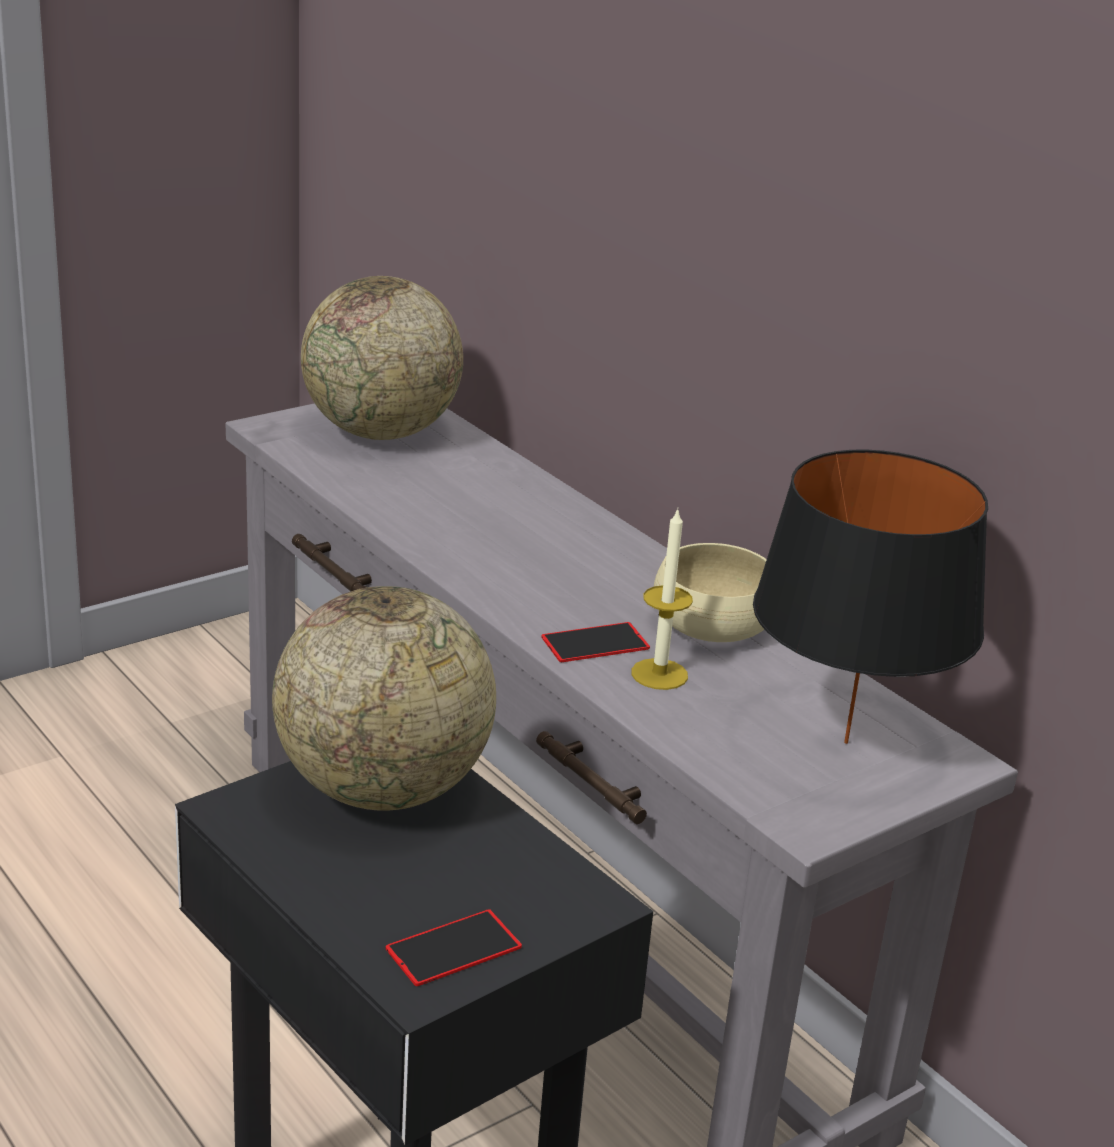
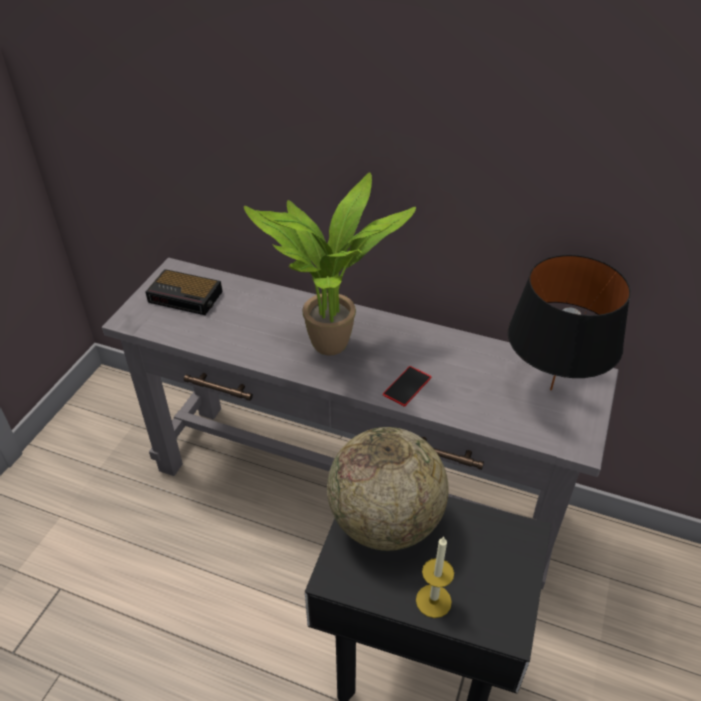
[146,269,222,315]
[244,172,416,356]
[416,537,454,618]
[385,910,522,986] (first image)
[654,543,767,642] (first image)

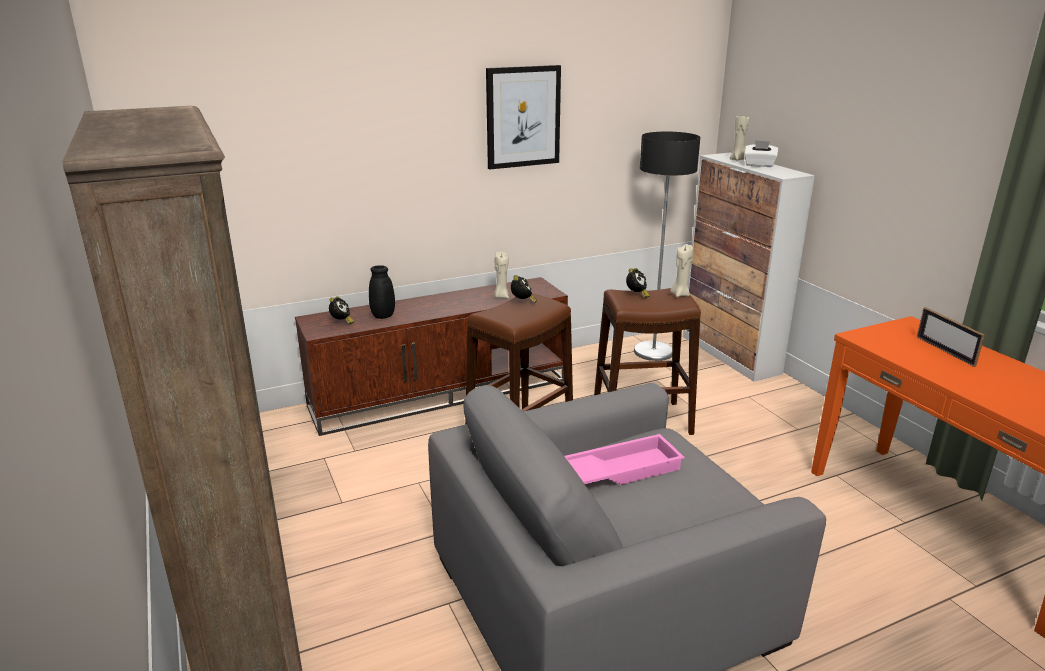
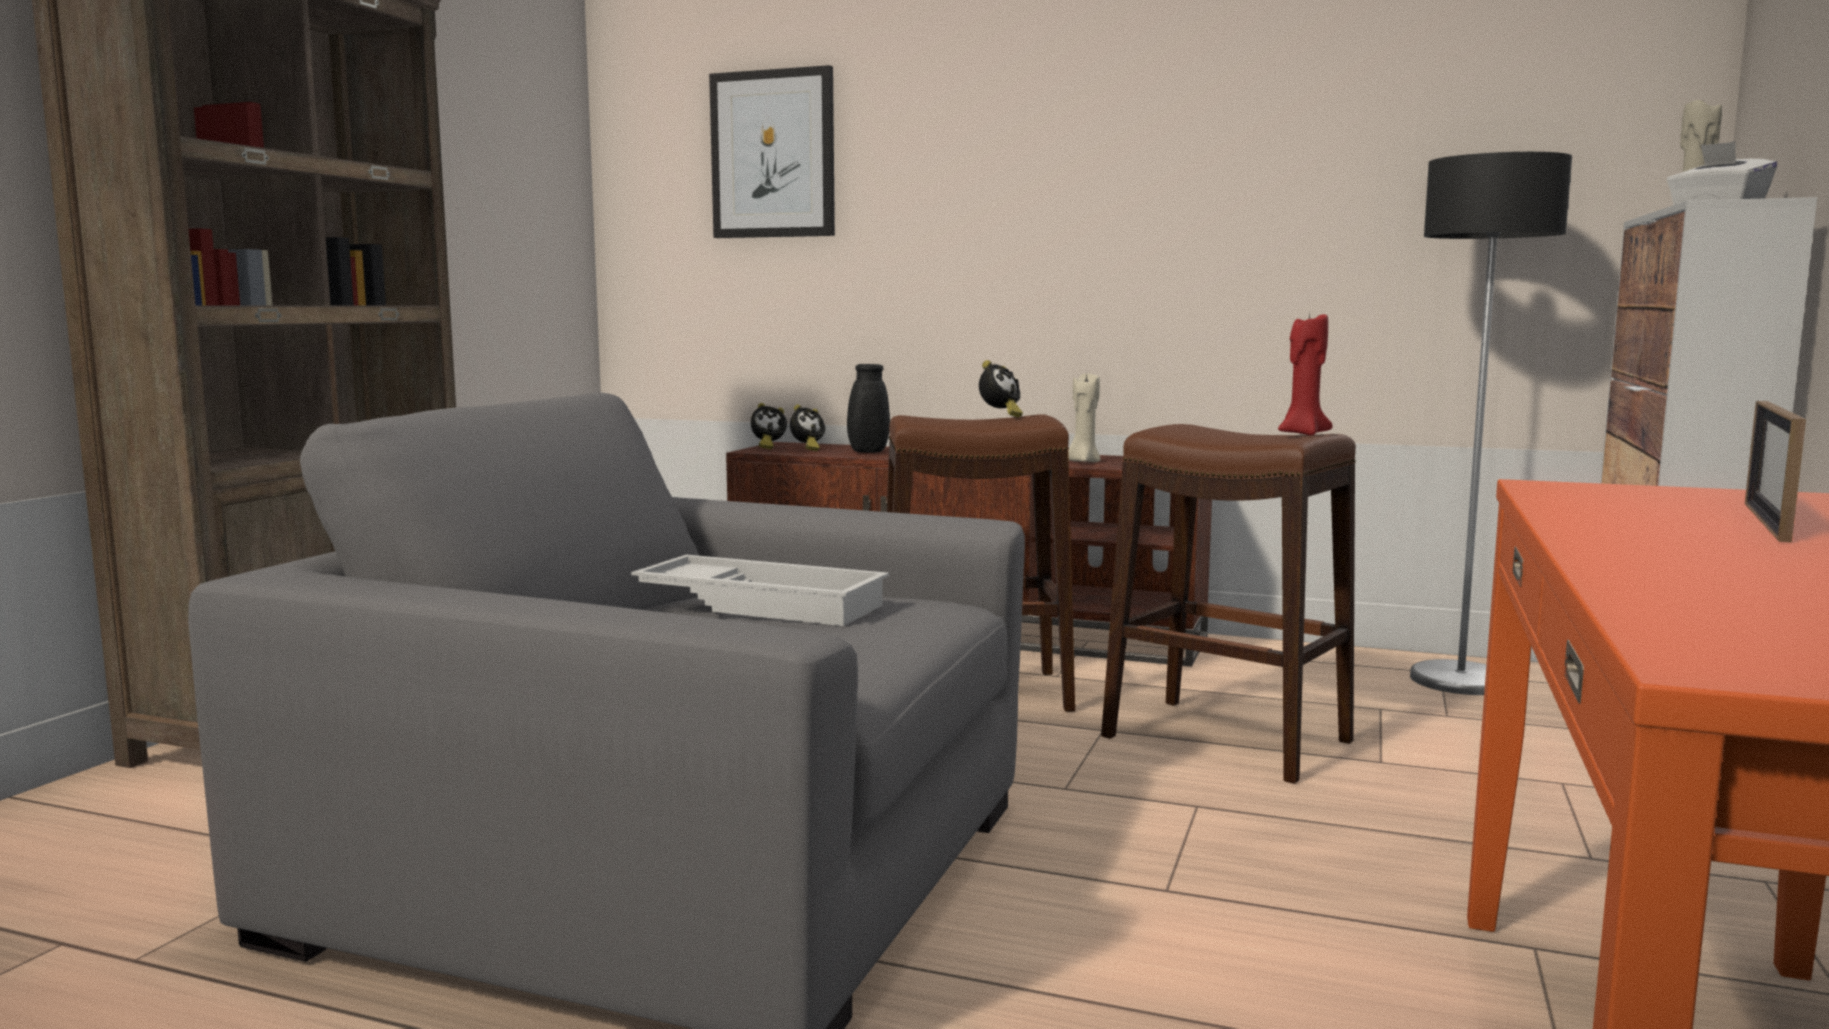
[631,555,889,626]
[709,65,835,238]
[751,403,787,449]
[1278,312,1333,436]

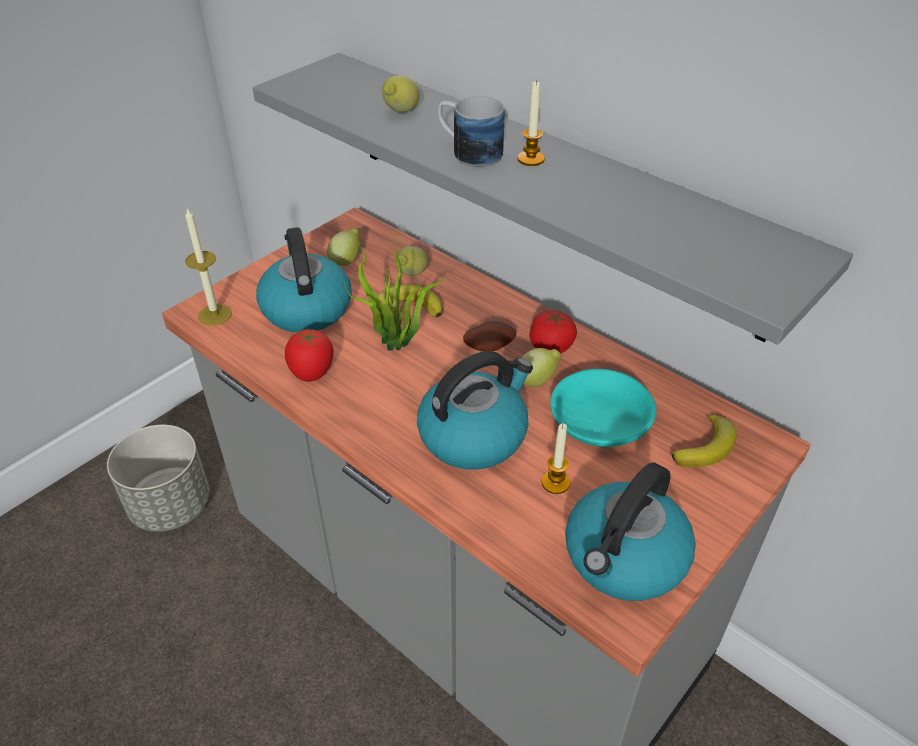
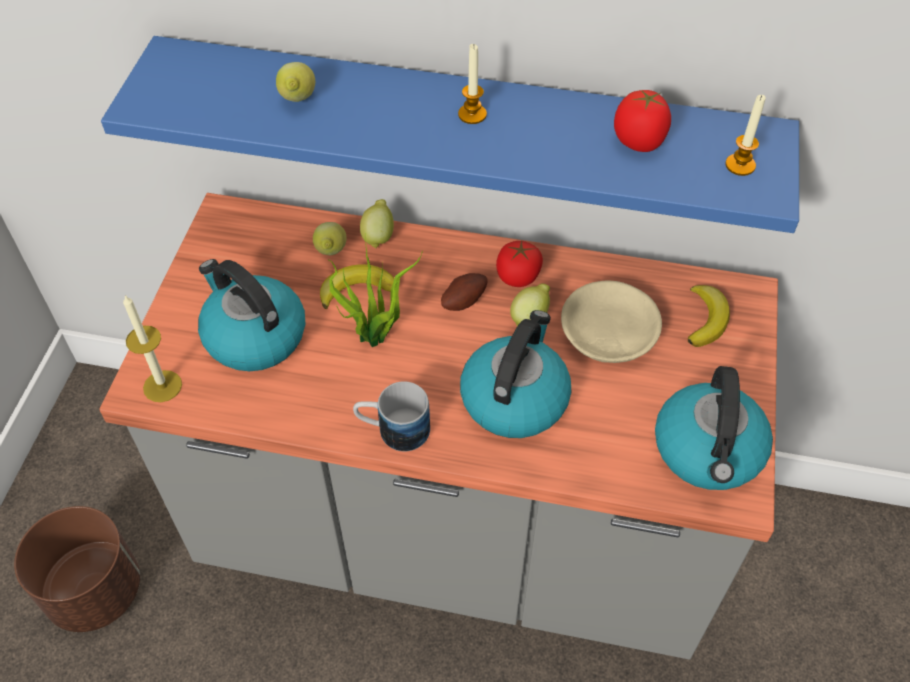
[14,506,140,632]
[101,36,799,233]
[353,381,430,452]
[360,199,394,249]
[561,281,662,363]
[614,90,671,152]
[725,95,766,176]

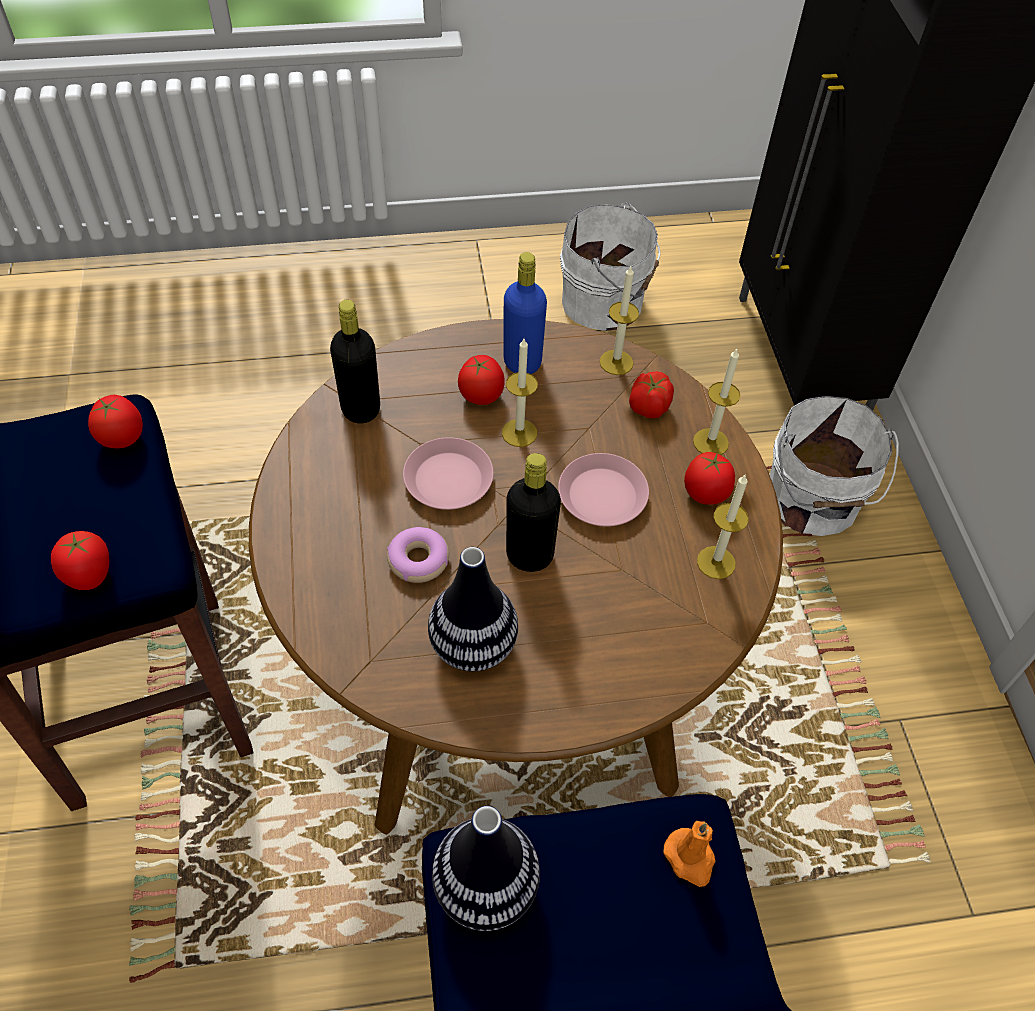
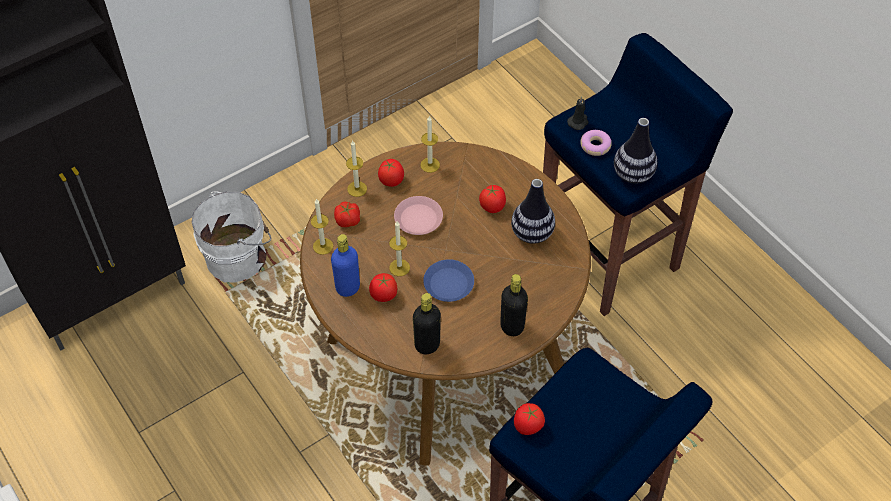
[423,259,474,302]
[479,185,506,213]
[500,274,528,336]
[567,96,589,130]
[581,130,612,156]
[560,202,661,331] (first image)

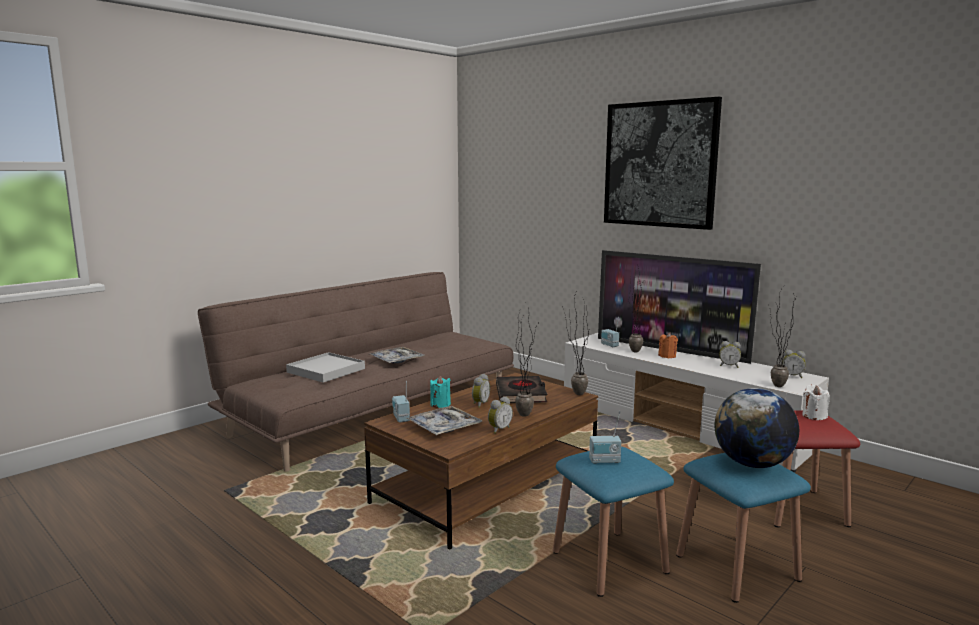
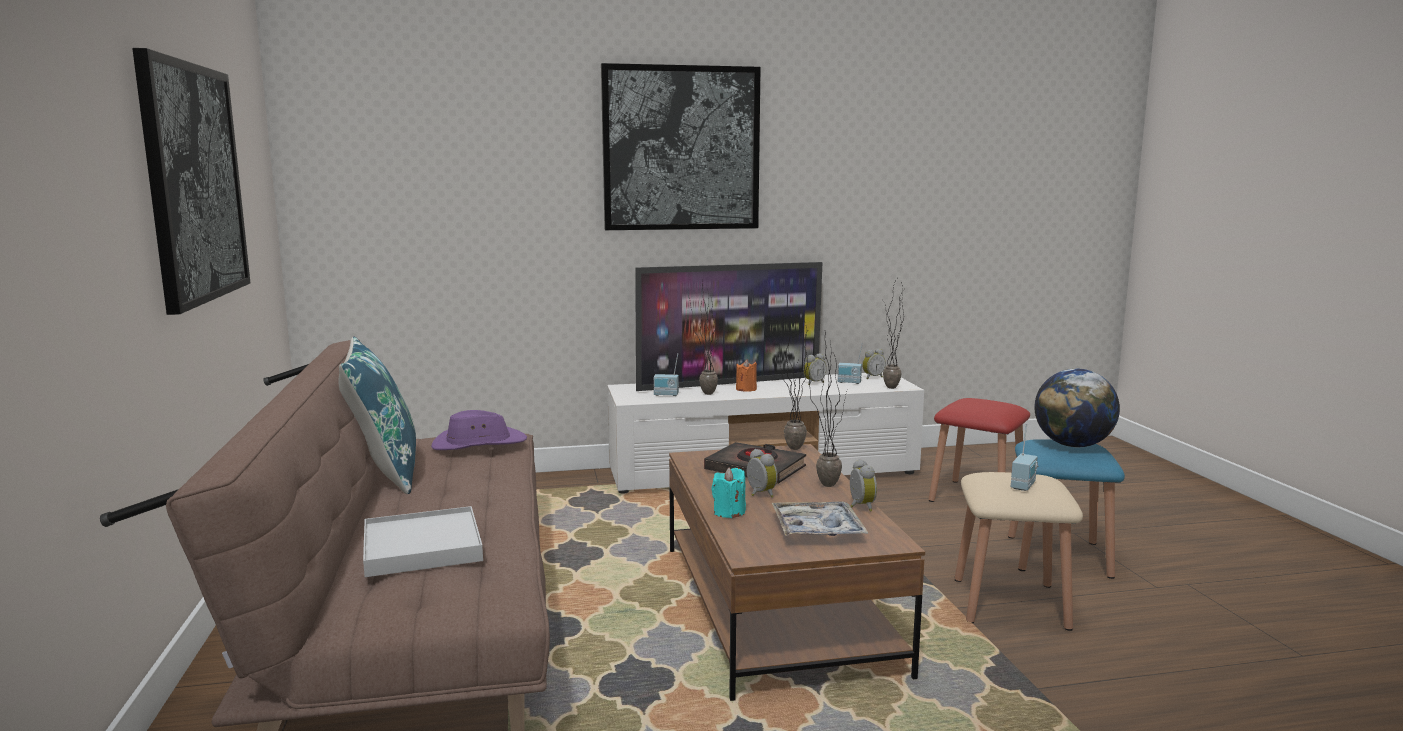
[132,48,251,315]
[339,337,416,494]
[431,410,527,450]
[838,343,863,384]
[955,472,1083,631]
[370,347,424,363] (first image)
[802,385,830,420] (first image)

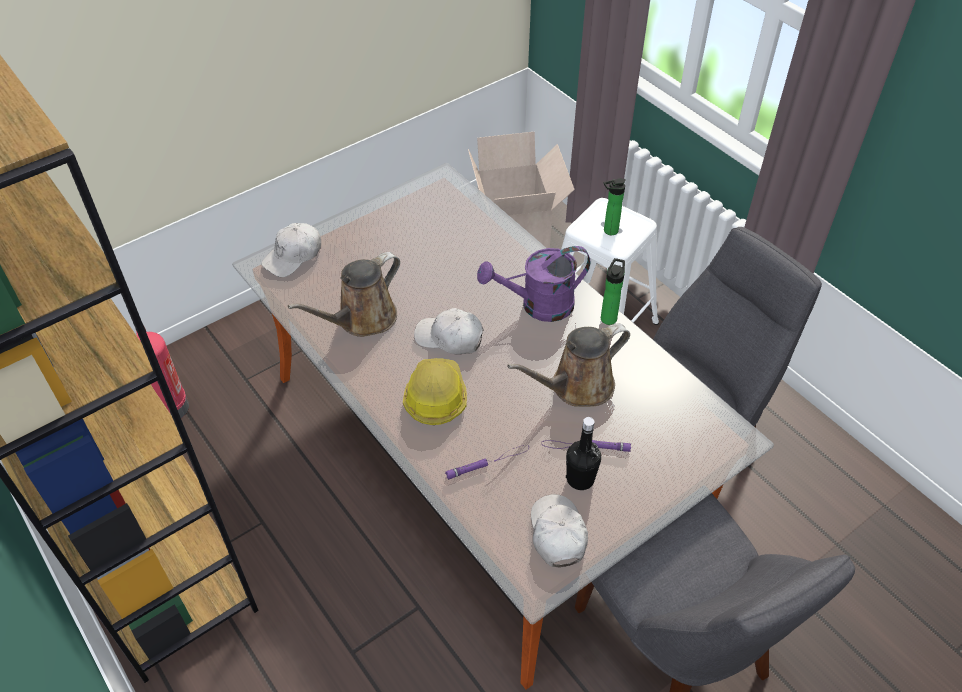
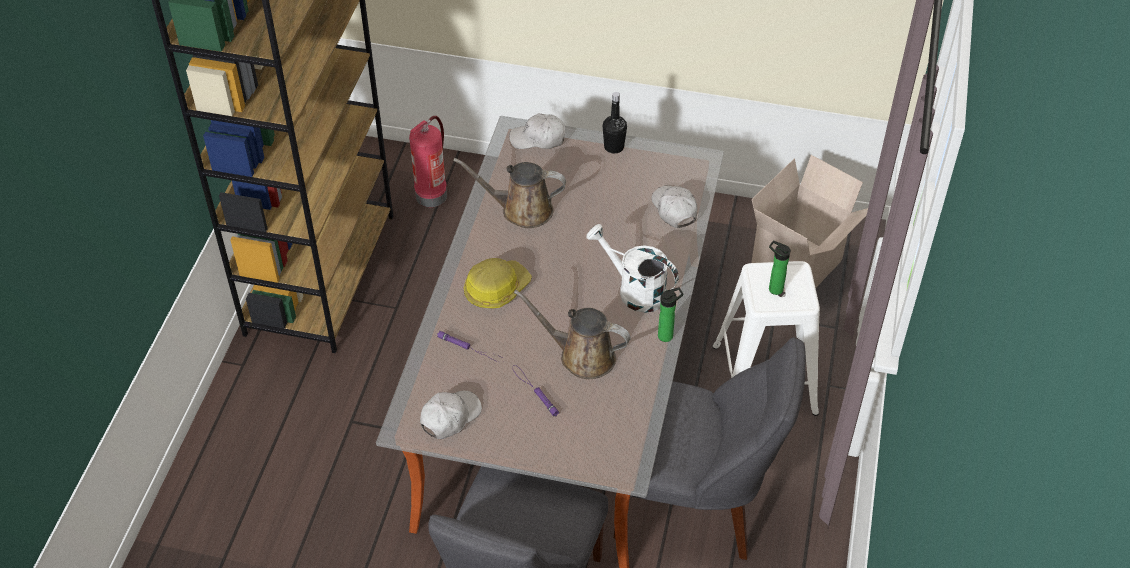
[586,224,679,313]
[603,92,627,154]
[651,186,698,228]

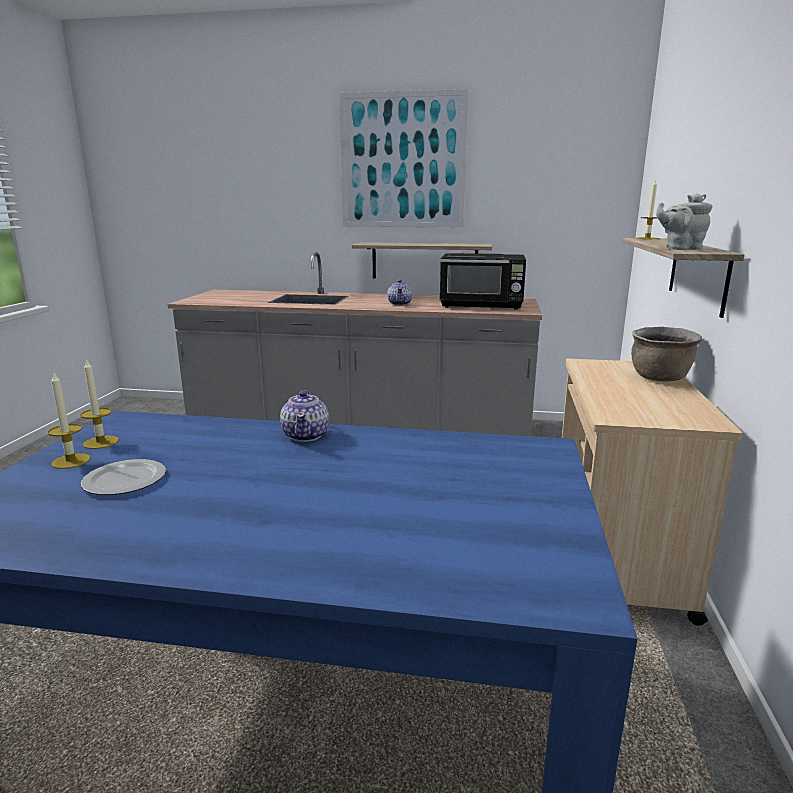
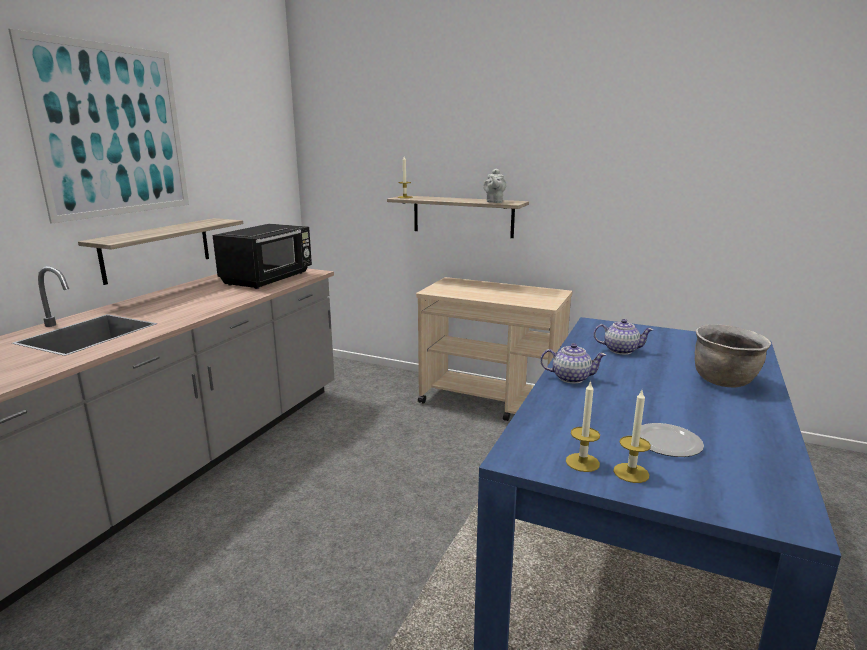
[593,319,653,355]
[695,324,771,387]

